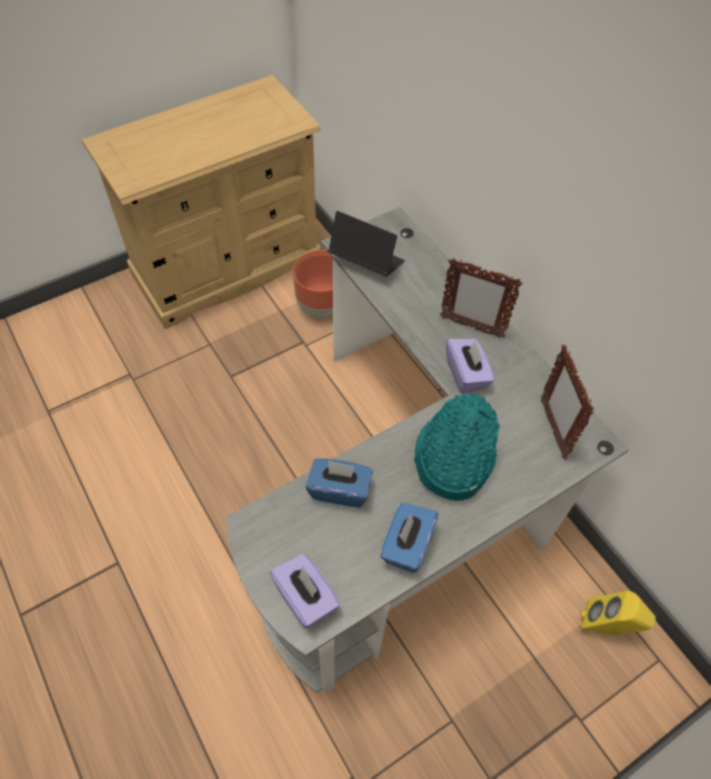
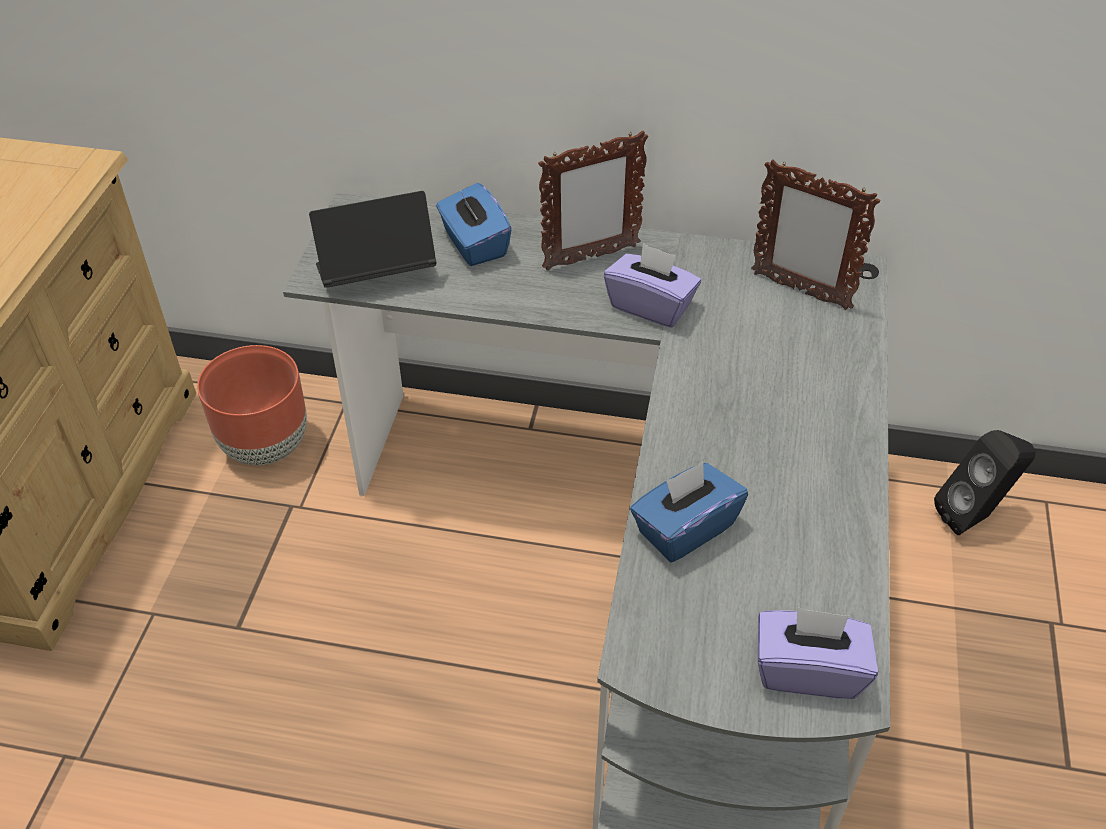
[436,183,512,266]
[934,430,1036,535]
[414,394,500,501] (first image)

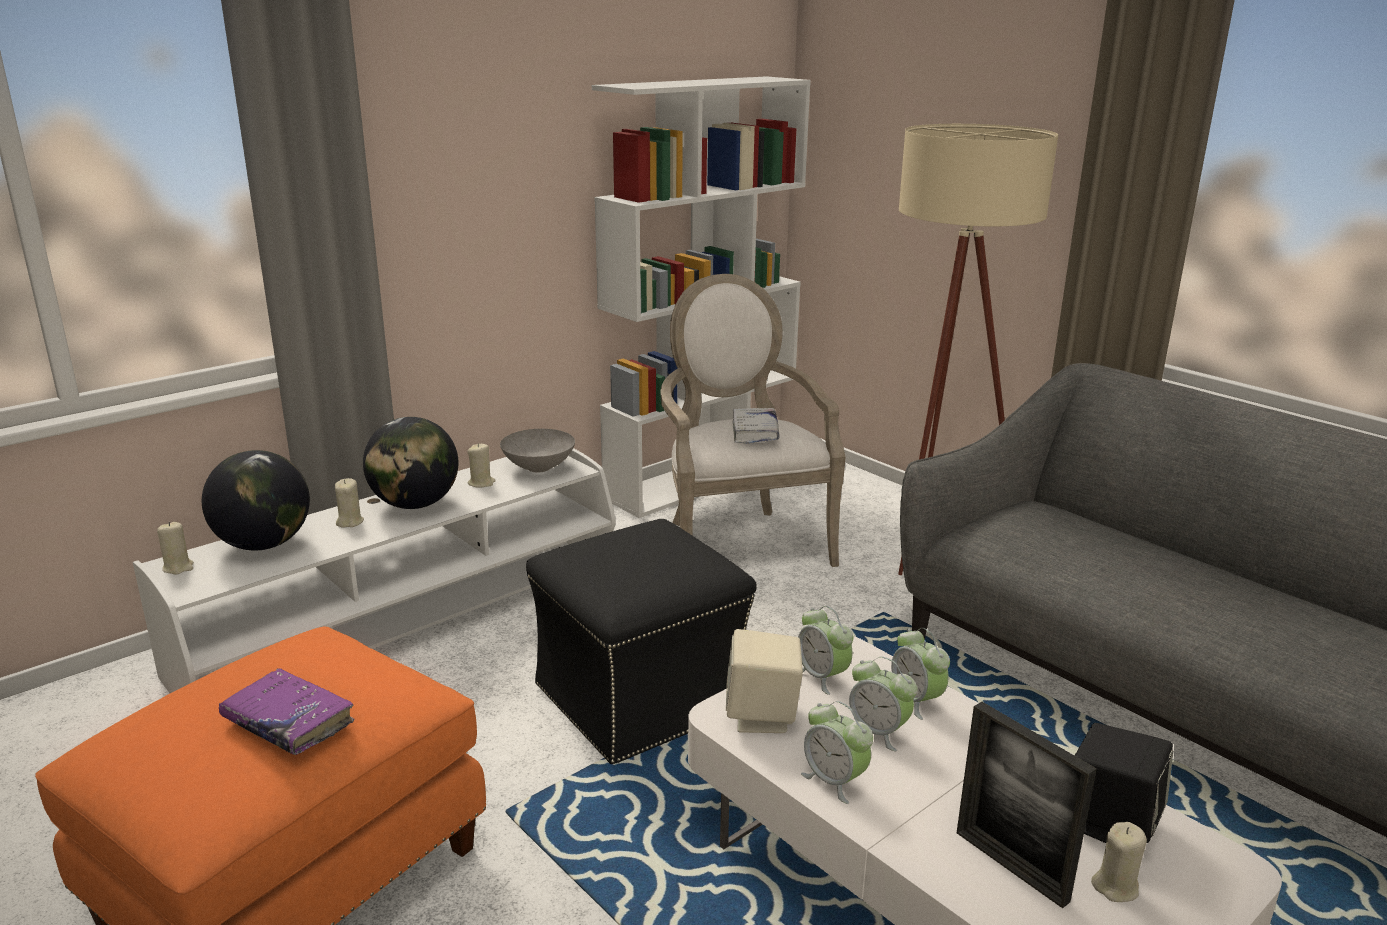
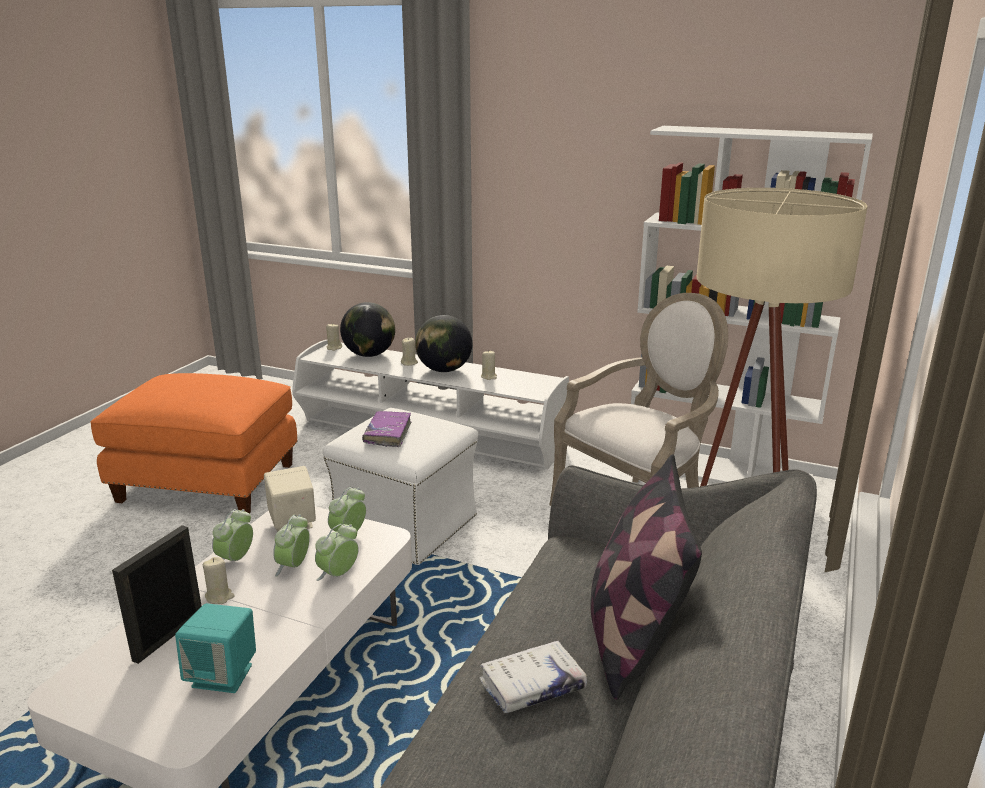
[175,603,256,693]
[203,557,235,604]
[323,408,478,565]
[362,411,411,447]
[479,641,587,713]
[590,454,702,700]
[500,429,575,473] (first image)

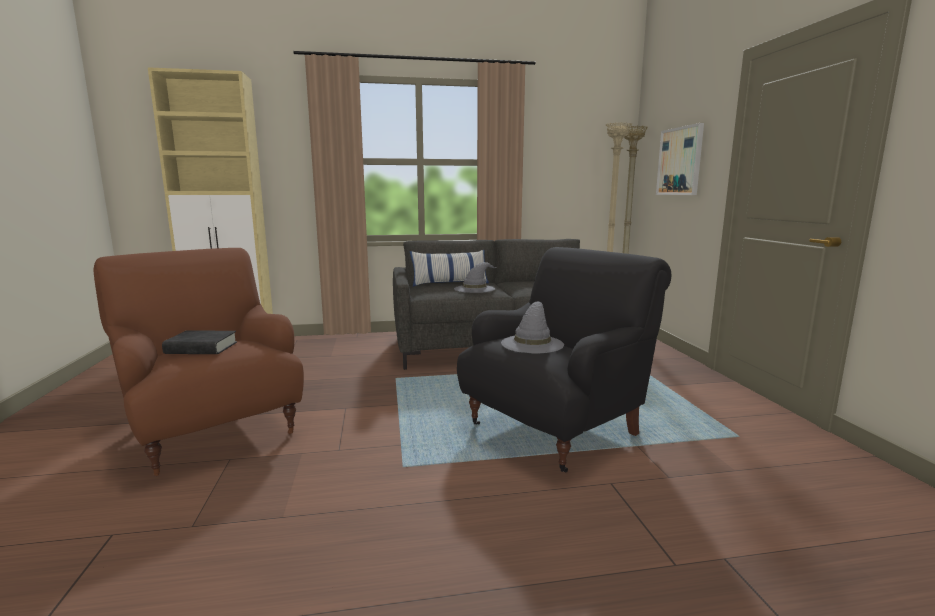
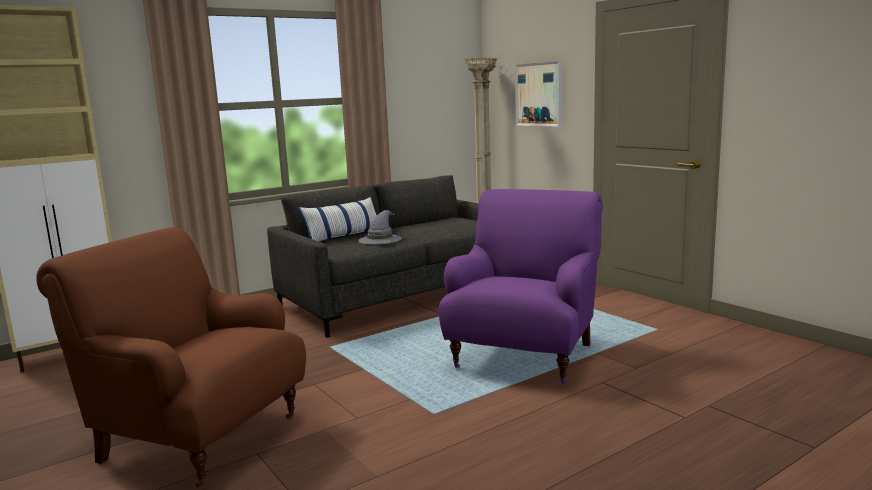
[439,189,603,384]
[162,330,237,354] (first image)
[501,301,564,354] (first image)

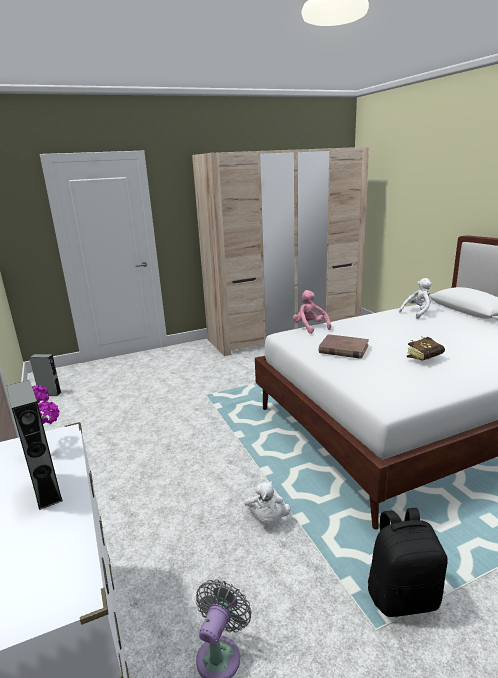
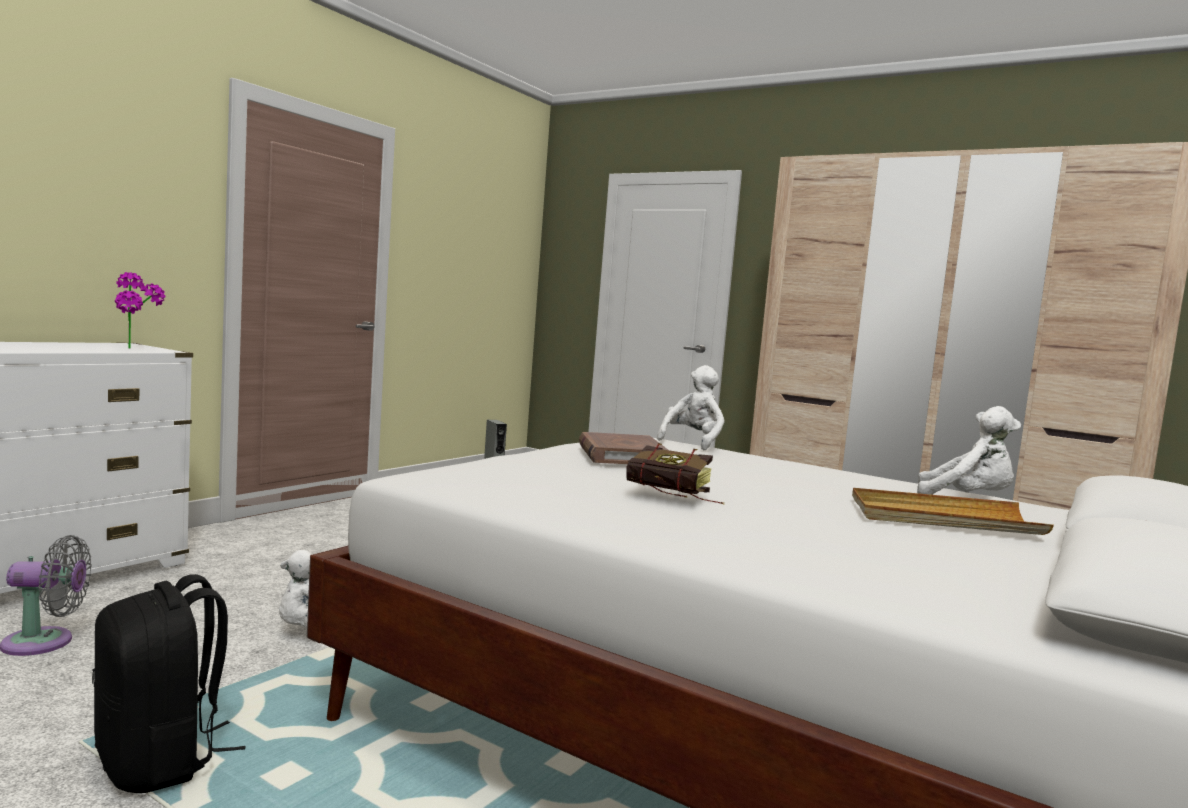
[657,365,725,450]
[852,488,1054,535]
[7,380,63,510] (first image)

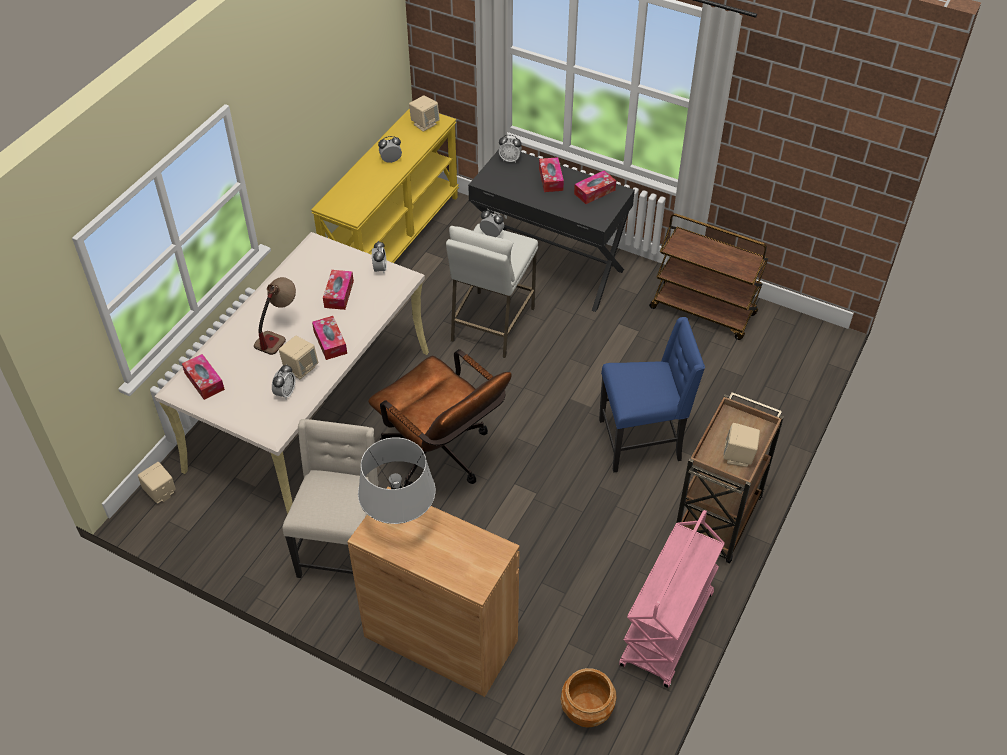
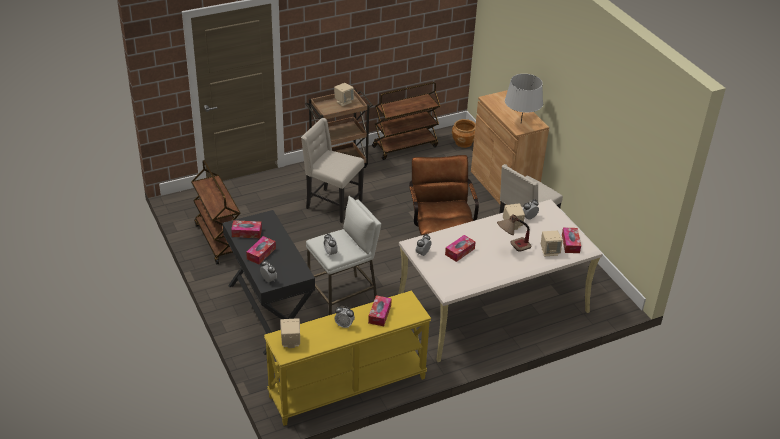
[301,118,364,223]
[368,295,392,326]
[372,82,440,160]
[541,231,563,256]

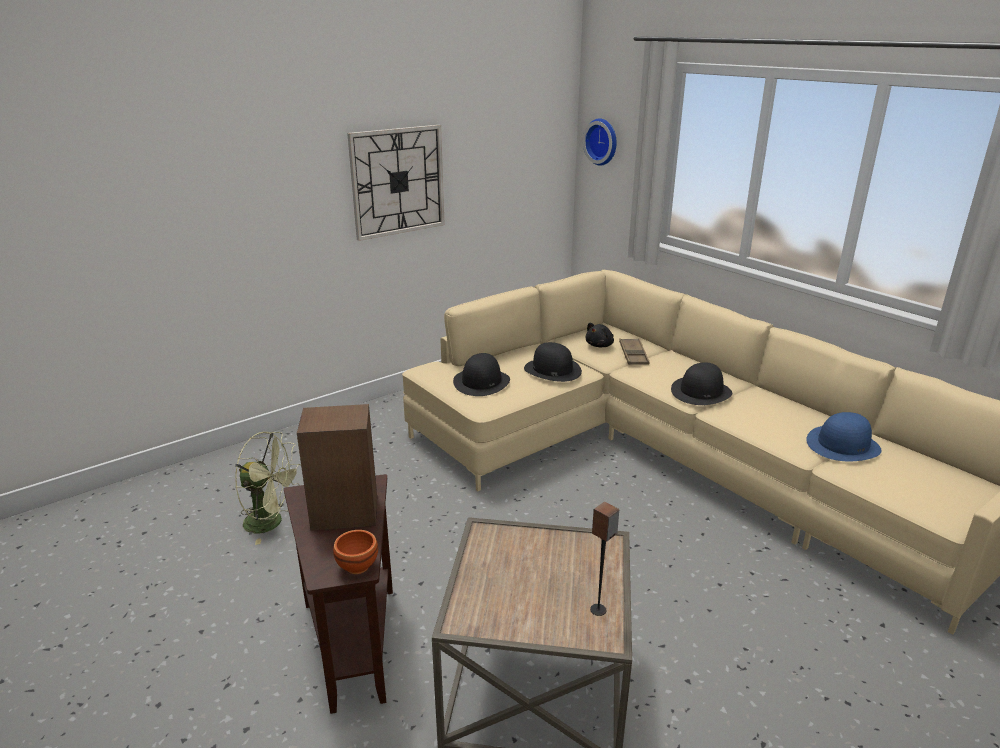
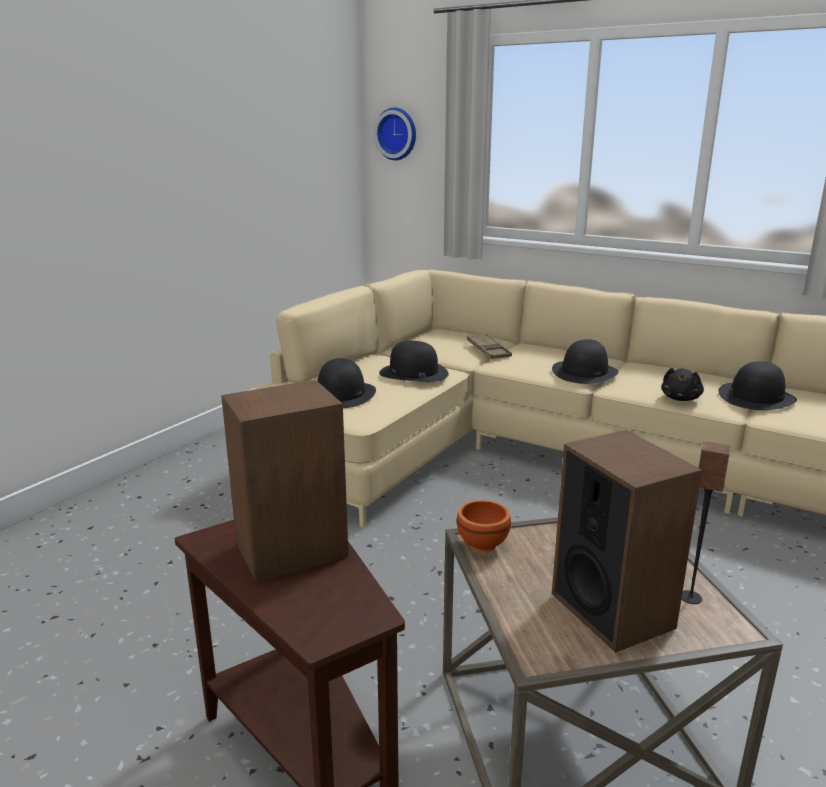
[457,500,511,552]
[552,430,702,653]
[661,368,704,401]
[718,361,797,410]
[235,432,301,545] (first image)
[347,125,445,241] (first image)

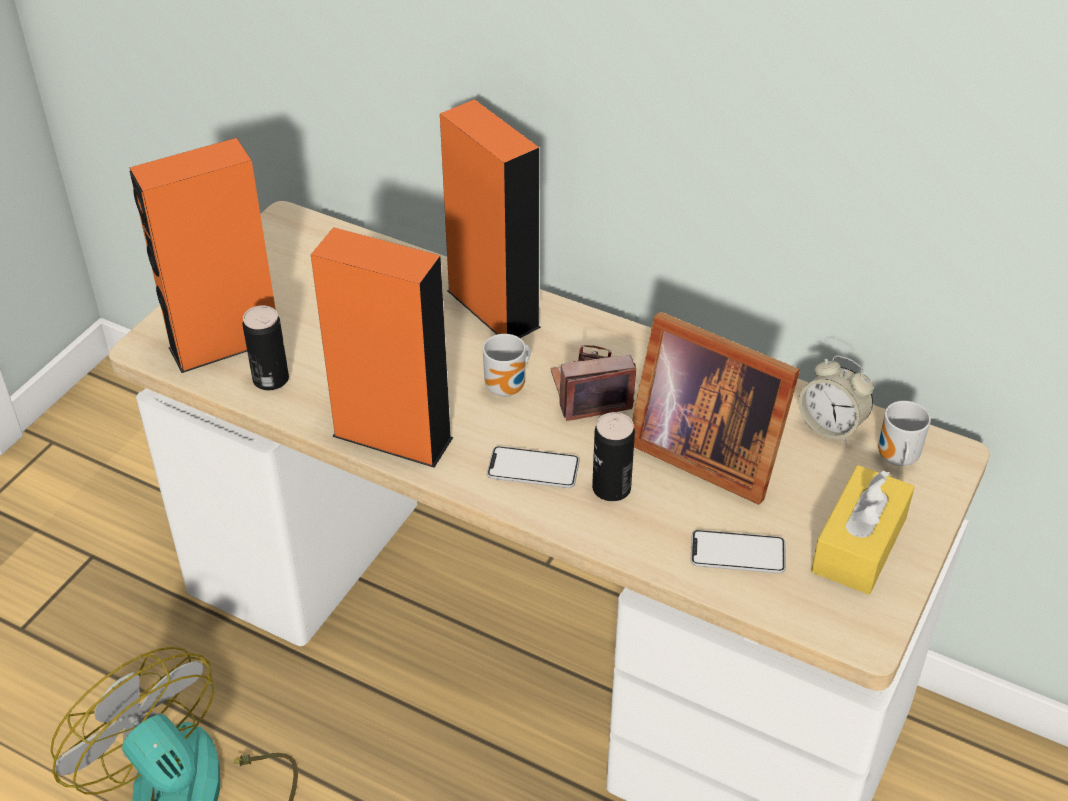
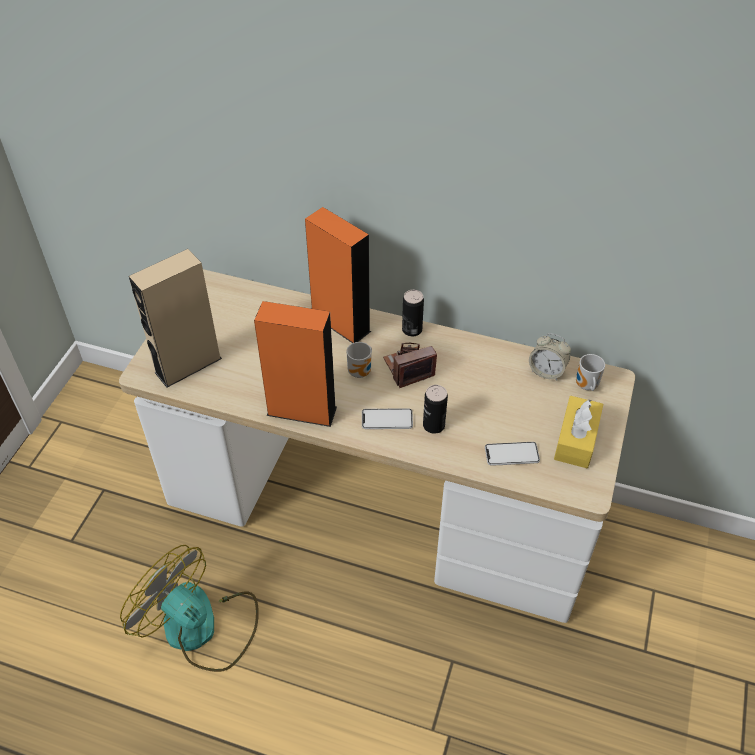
[129,249,222,388]
[402,290,424,336]
[632,312,800,505] (first image)

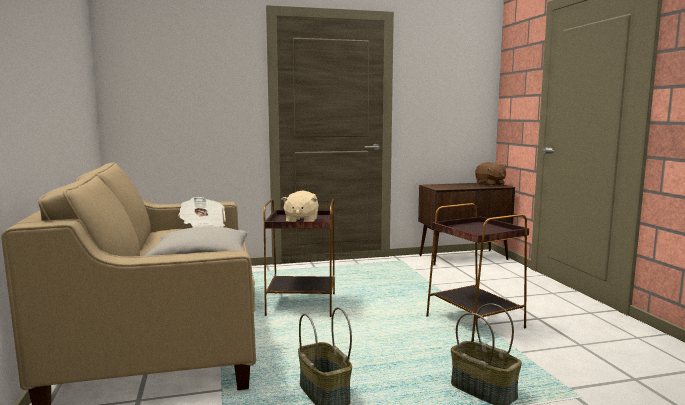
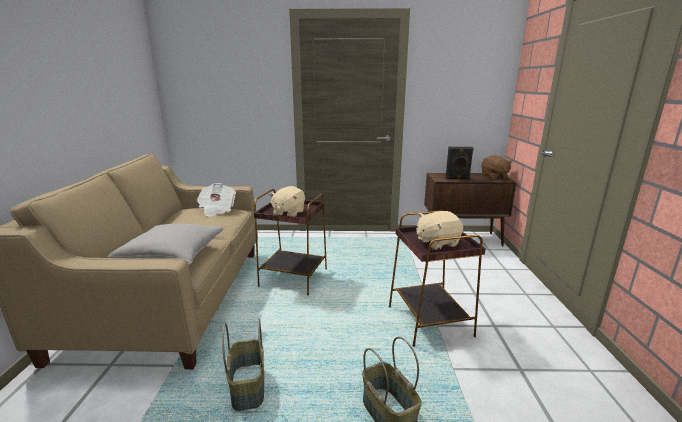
[416,211,463,250]
[446,147,474,179]

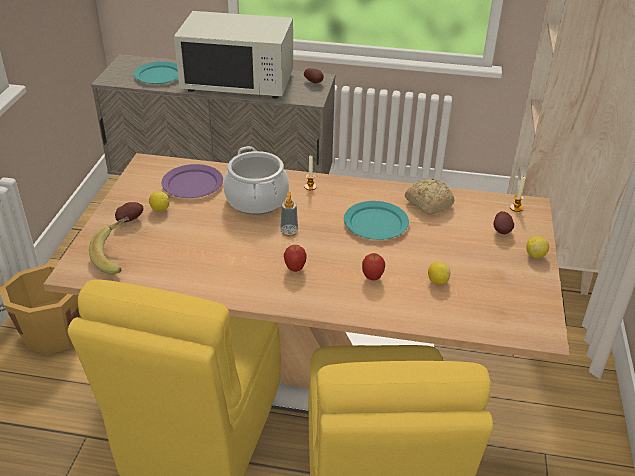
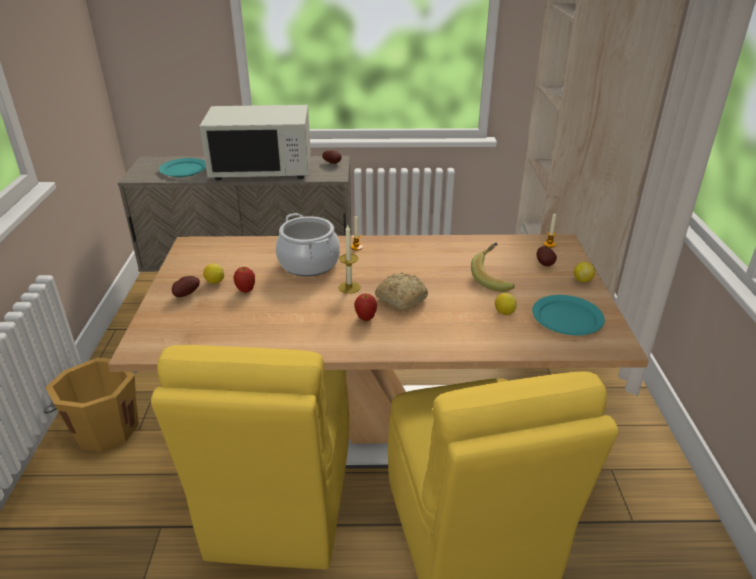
[233,267,255,293]
[339,225,360,294]
[375,272,428,311]
[471,243,515,292]
[532,295,605,335]
[161,164,223,198] (first image)

